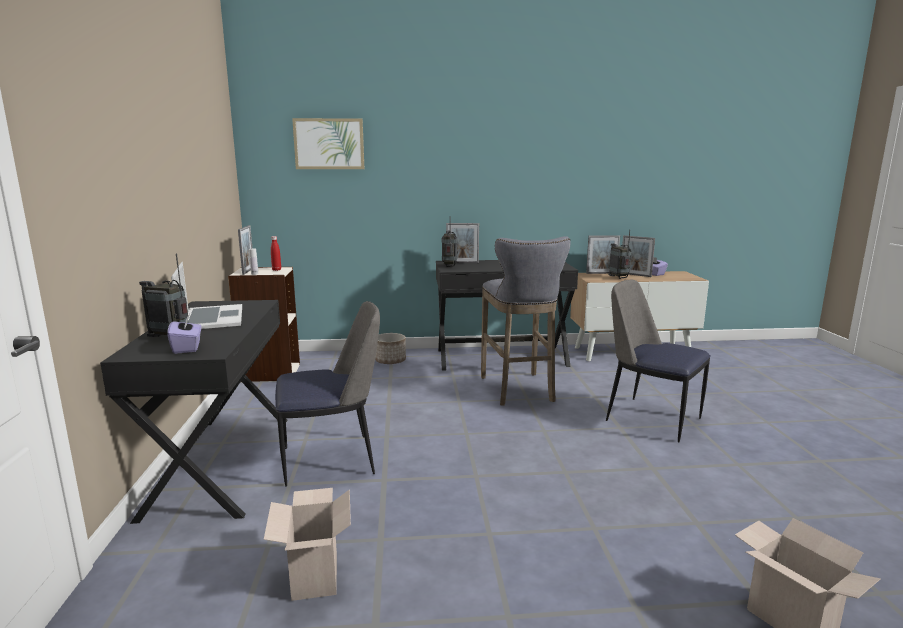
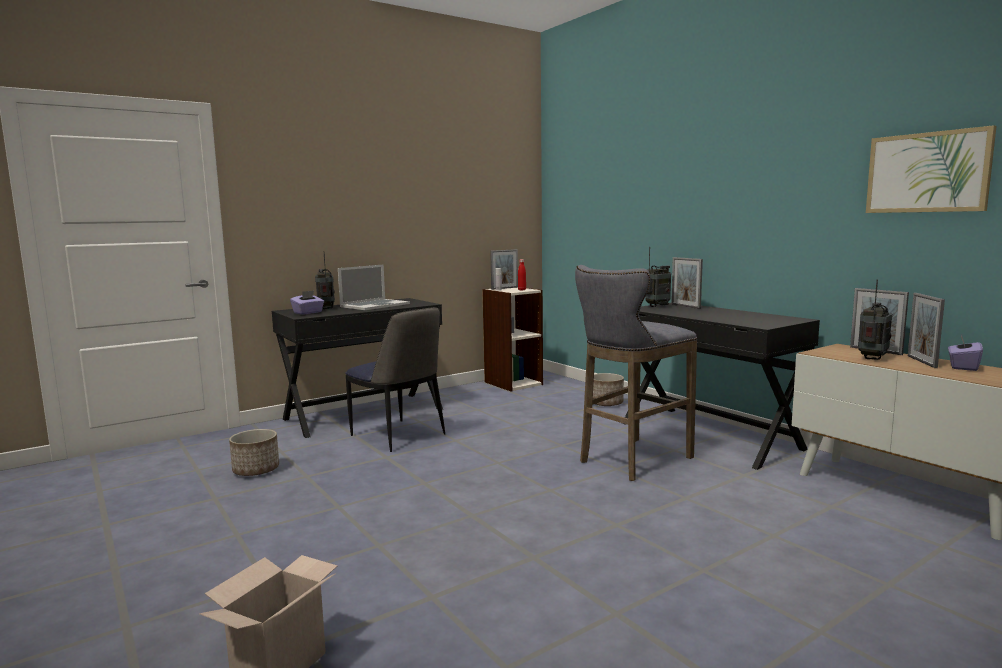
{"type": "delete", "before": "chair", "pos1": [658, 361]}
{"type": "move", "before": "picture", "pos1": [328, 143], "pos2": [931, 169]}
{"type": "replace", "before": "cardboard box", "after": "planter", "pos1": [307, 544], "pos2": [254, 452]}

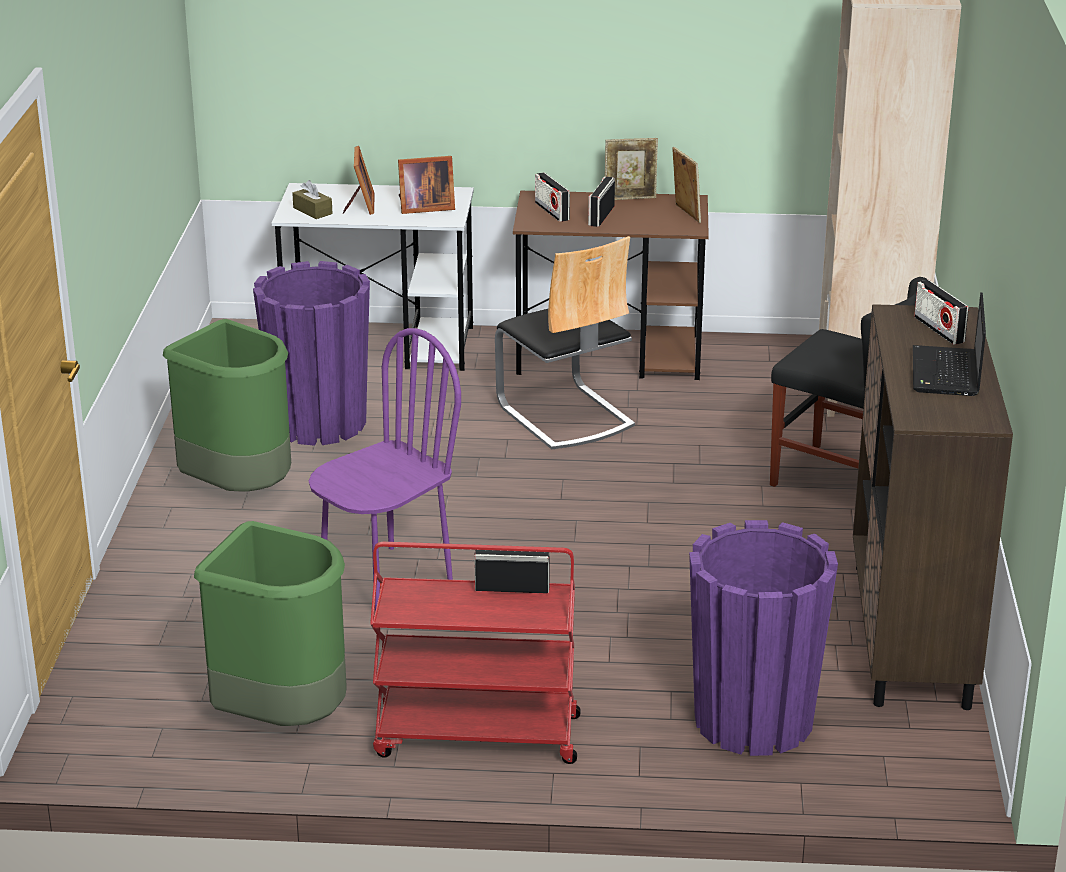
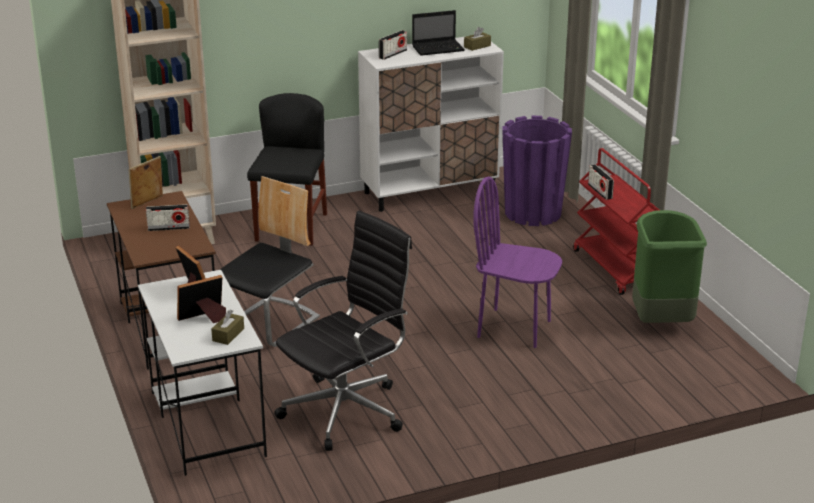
{"type": "delete", "before": "green trash can", "pos1": [227, 405]}
{"type": "delete", "before": "radio", "pos1": [552, 197]}
{"type": "delete", "before": "picture frame", "pos1": [631, 169]}
{"type": "insert", "after": "brown tissue box", "pos2": [477, 39]}
{"type": "replace", "before": "purple planter", "after": "black office chair", "pos1": [311, 353], "pos2": [343, 331]}
{"type": "recolor", "before": "brown cabinet", "after": "white cabinet", "pos1": [933, 507], "pos2": [431, 124]}

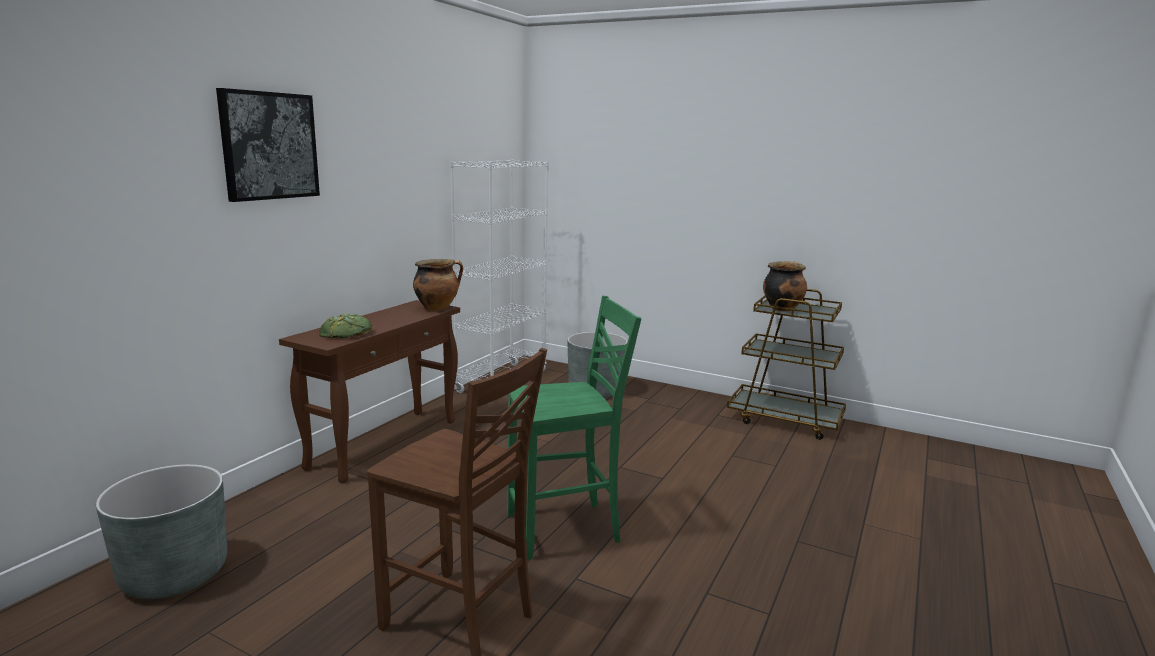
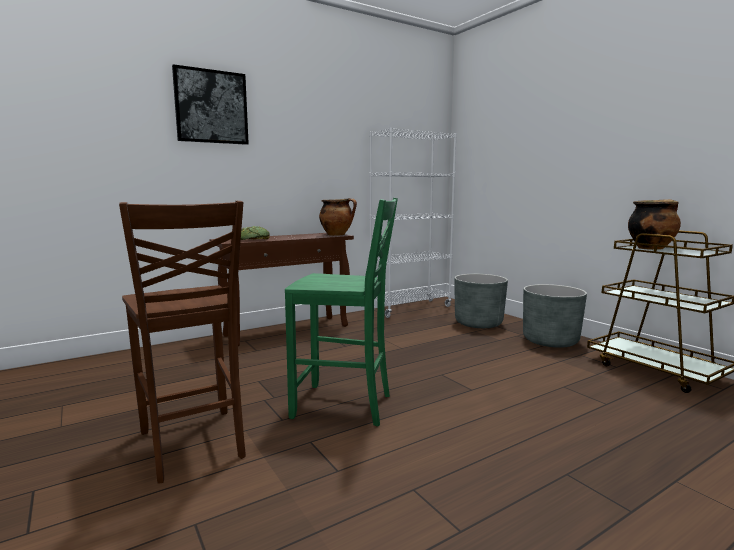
{"type": "move", "before": "grey planter", "pos1": [161, 531], "pos2": [555, 316]}

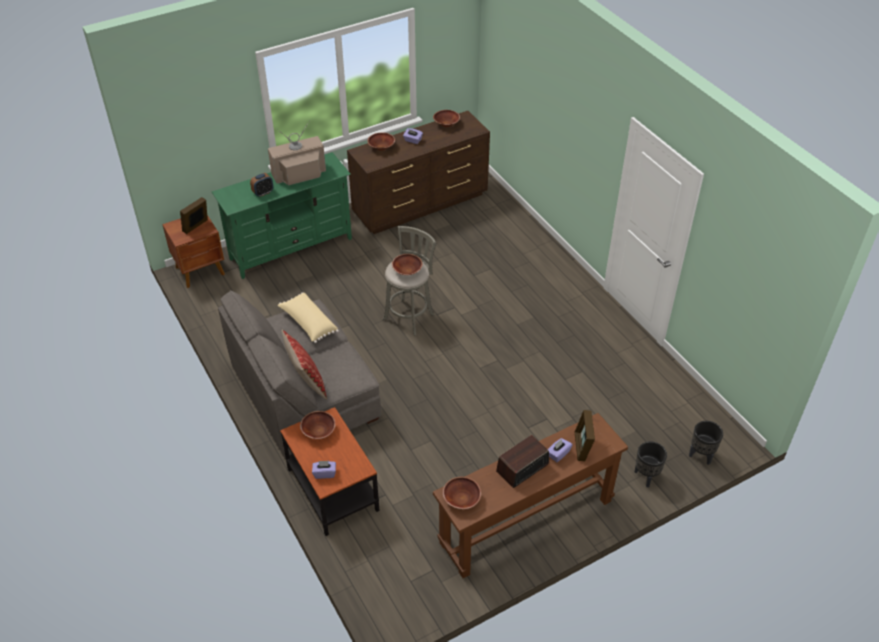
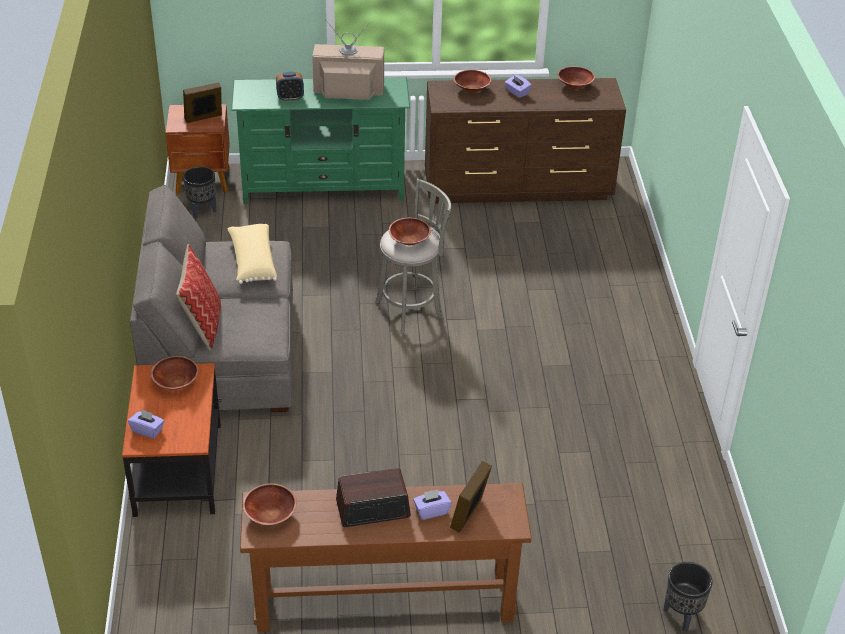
{"type": "move", "before": "black planter", "pos1": [650, 464], "pos2": [199, 192]}

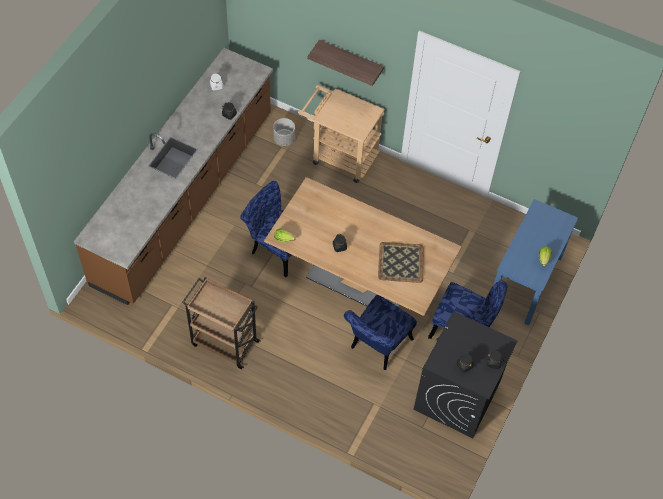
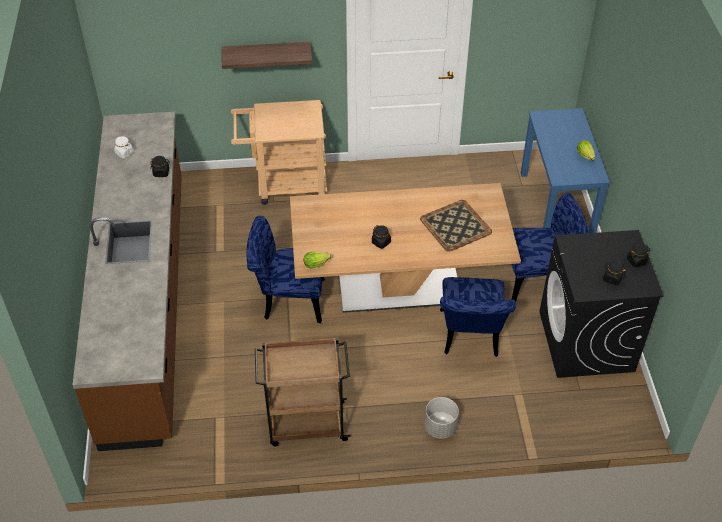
{"type": "move", "before": "grey planter", "pos1": [284, 132], "pos2": [442, 418]}

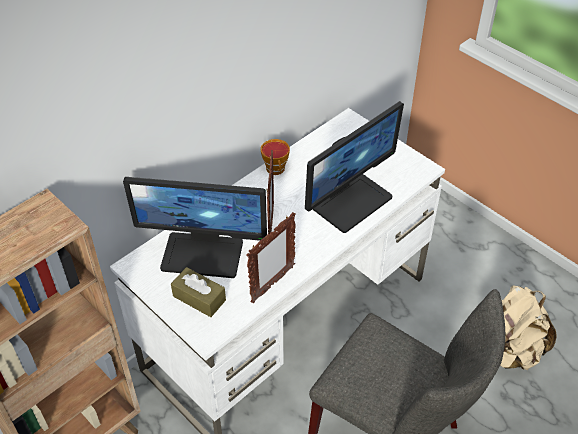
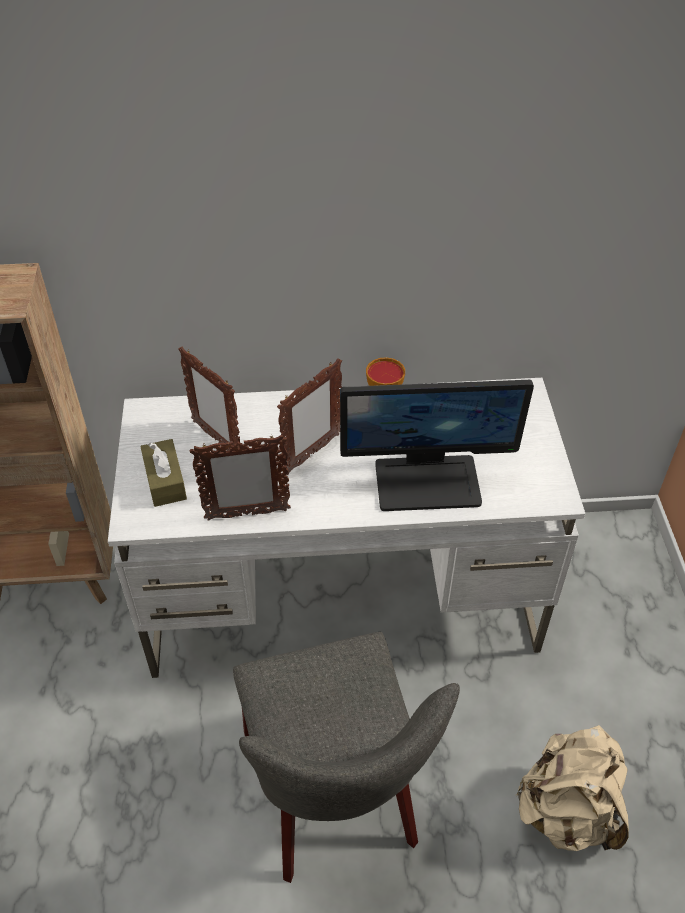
{"type": "replace", "before": "monitor", "after": "picture frame", "pos1": [195, 227], "pos2": [209, 399]}

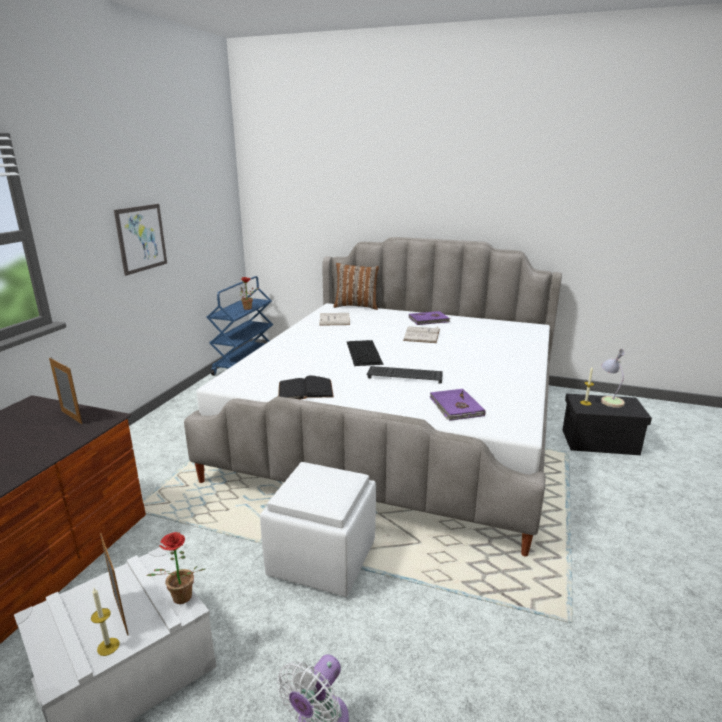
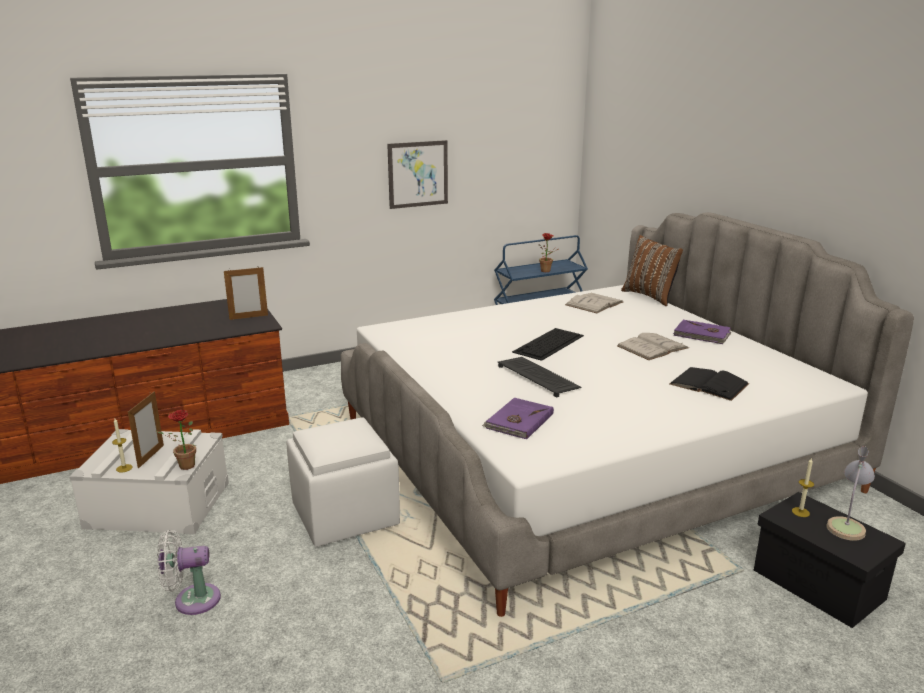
{"type": "move", "before": "black book", "pos1": [306, 387], "pos2": [709, 384]}
{"type": "rotate", "before": "picture frame", "pos1": [65, 390], "pos2": [246, 293], "turn": 75}

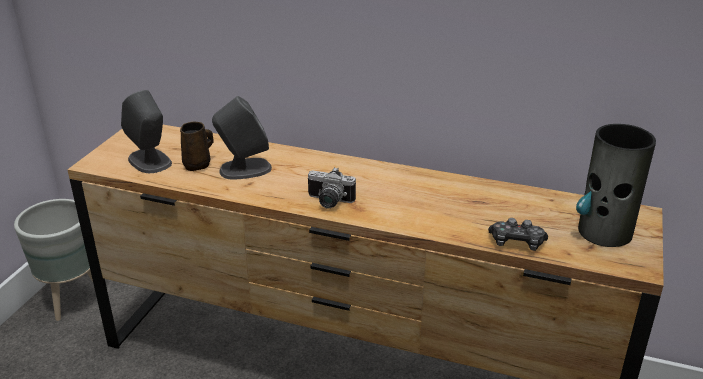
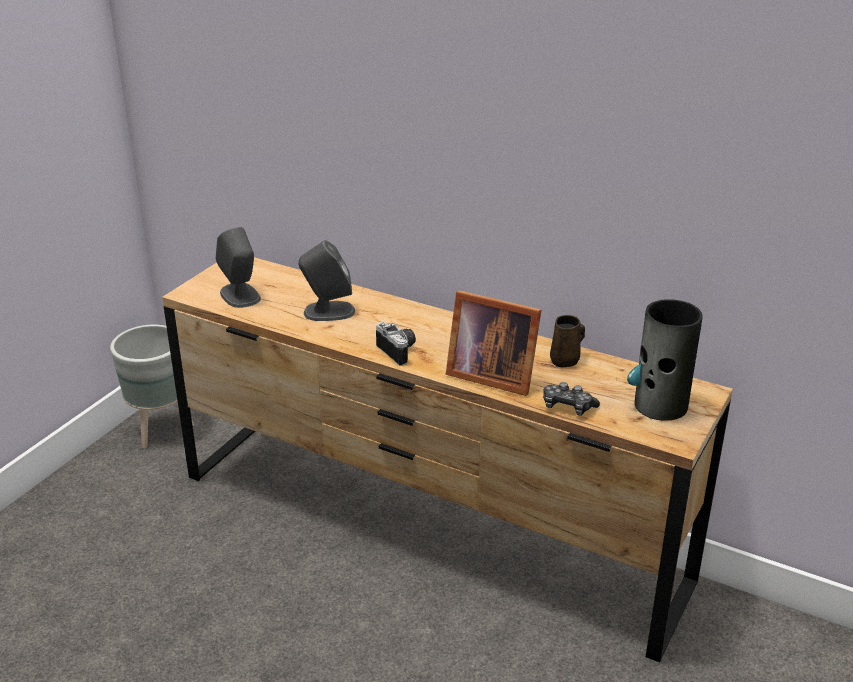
{"type": "insert", "after": "picture frame", "pos2": [493, 343]}
{"type": "move", "before": "brown mug", "pos1": [197, 146], "pos2": [567, 341]}
{"type": "rotate", "before": "photo camera", "pos1": [332, 188], "pos2": [396, 344], "turn": -150}

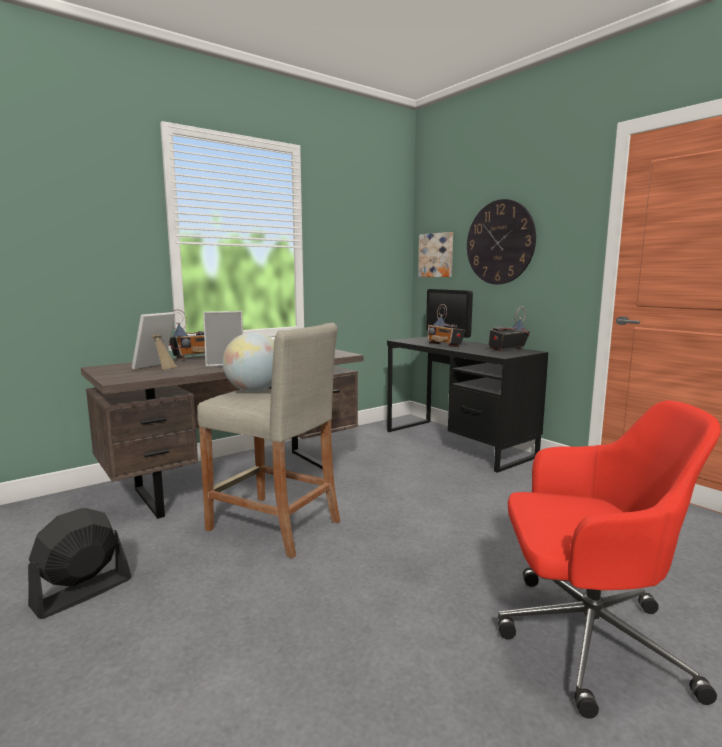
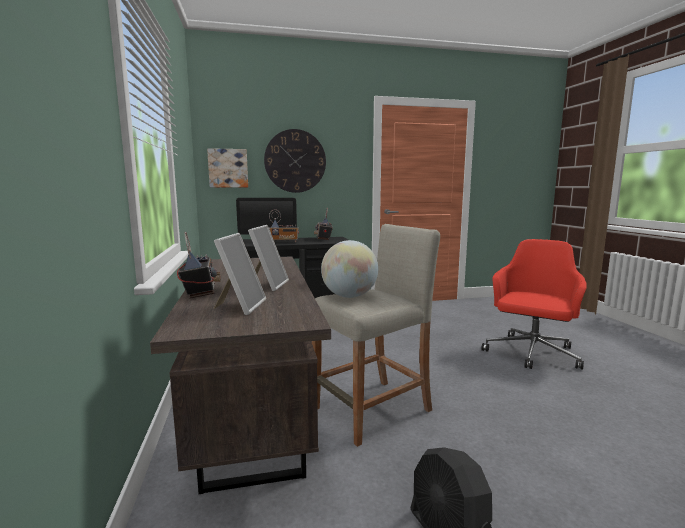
{"type": "rotate", "before": "picture frame", "pos1": [154, 341], "pos2": [239, 274], "turn": -135}

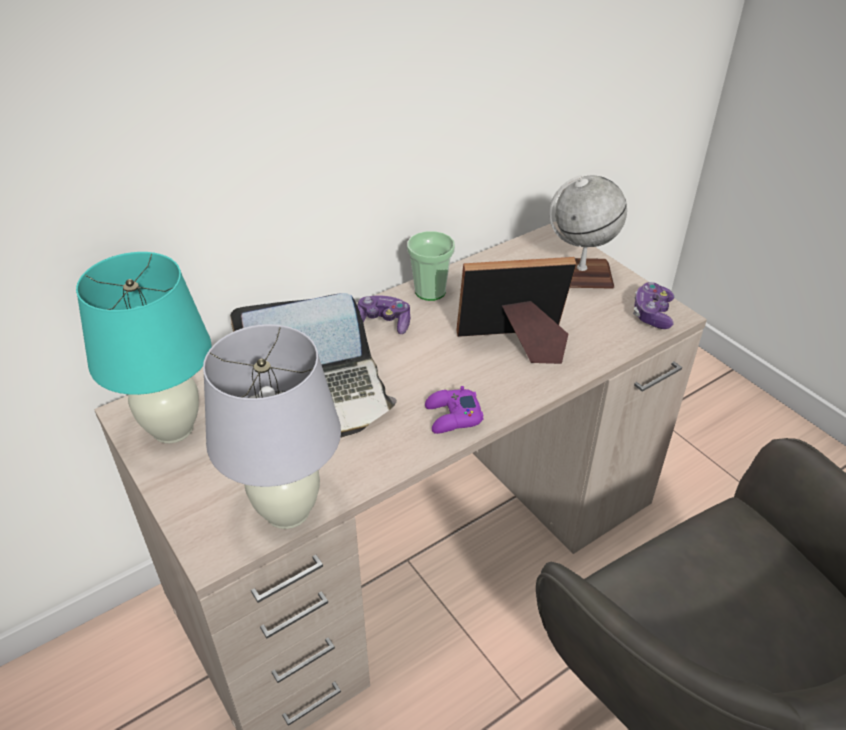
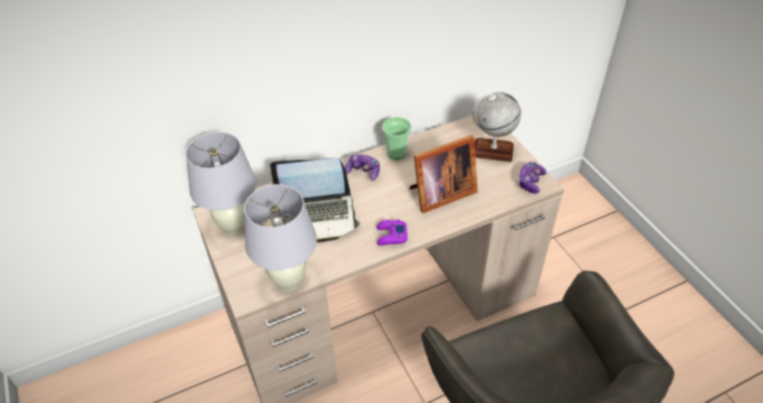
{"type": "recolor", "before": "turquoise table lamp", "after": "white table lamp", "pos1": [144, 348], "pos2": [221, 183]}
{"type": "rotate", "before": "picture frame", "pos1": [516, 310], "pos2": [443, 174], "turn": 150}

